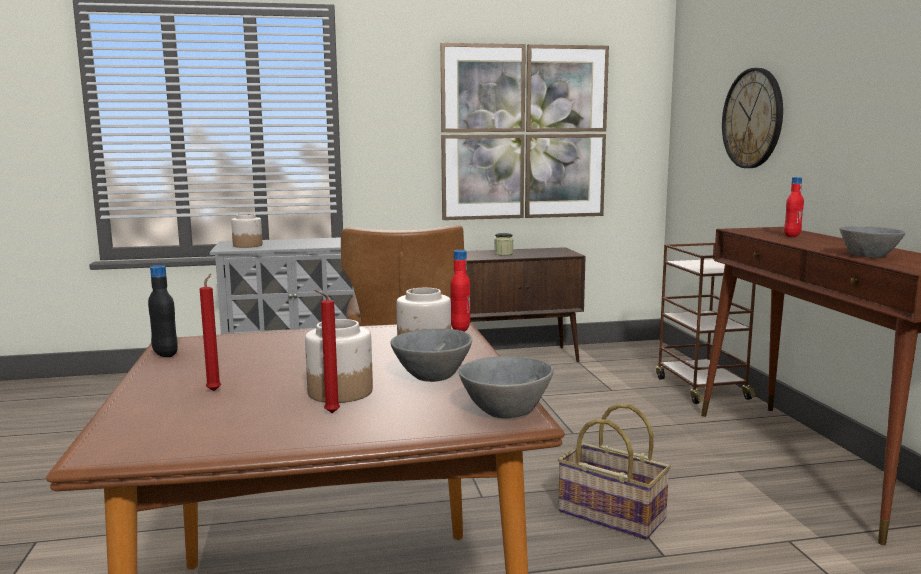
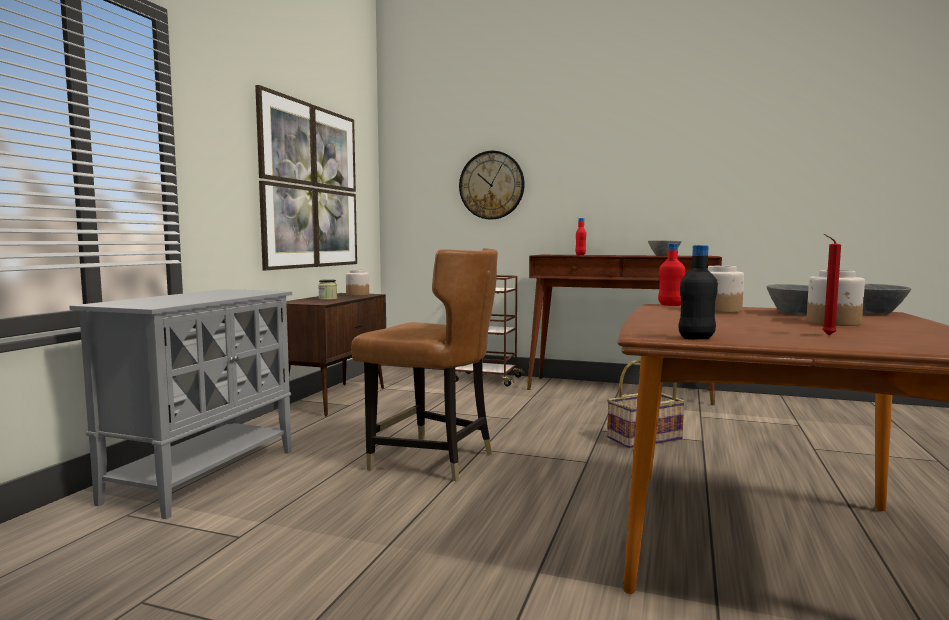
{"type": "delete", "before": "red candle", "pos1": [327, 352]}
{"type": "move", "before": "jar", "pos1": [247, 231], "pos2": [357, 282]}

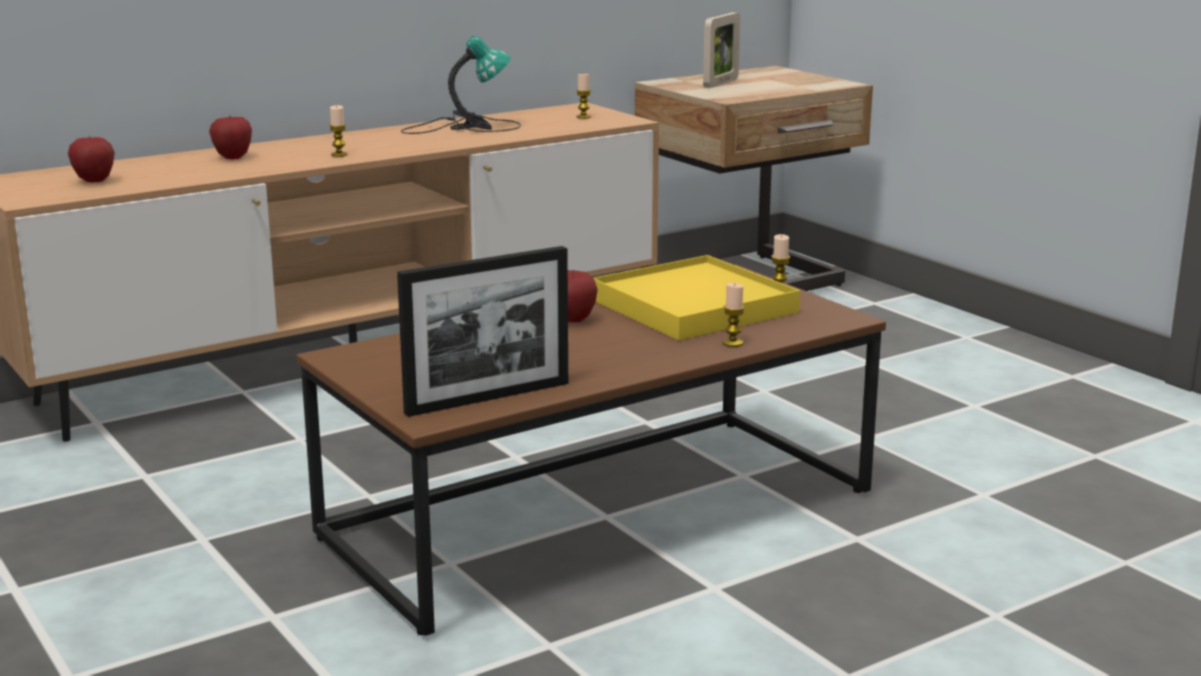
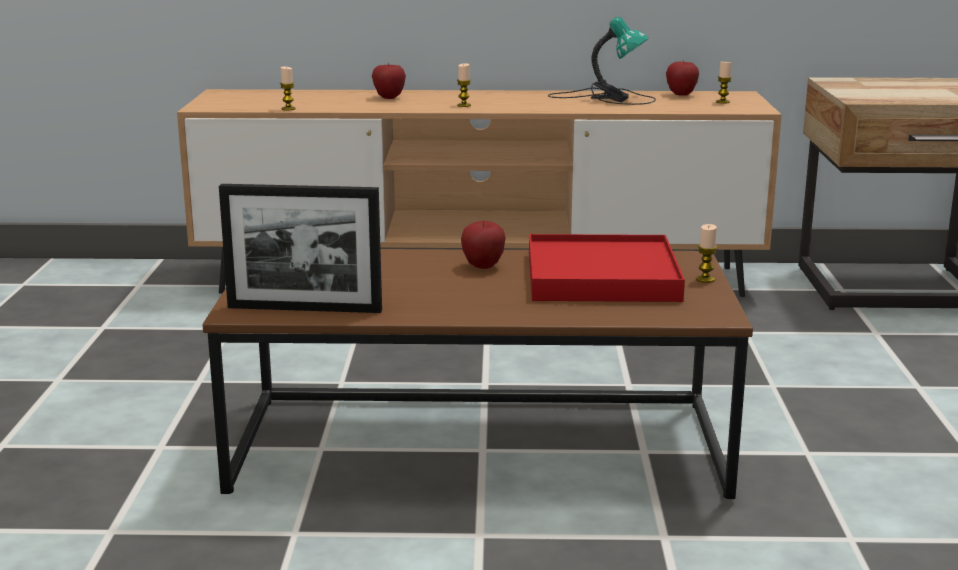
{"type": "delete", "before": "picture frame", "pos1": [721, 50]}
{"type": "move", "before": "apple", "pos1": [91, 158], "pos2": [682, 78]}
{"type": "move", "before": "candle", "pos1": [734, 315], "pos2": [288, 88]}
{"type": "recolor", "before": "yellow tray", "after": "red tray", "pos1": [697, 297], "pos2": [607, 268]}

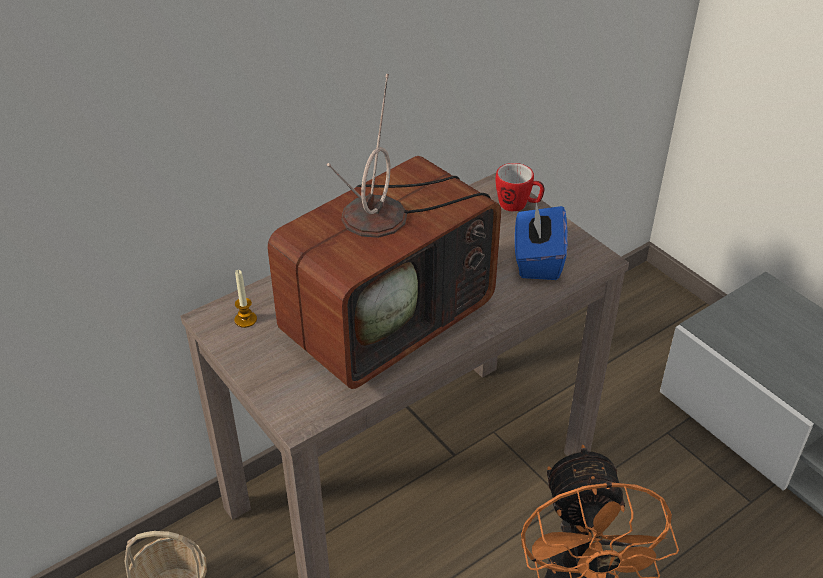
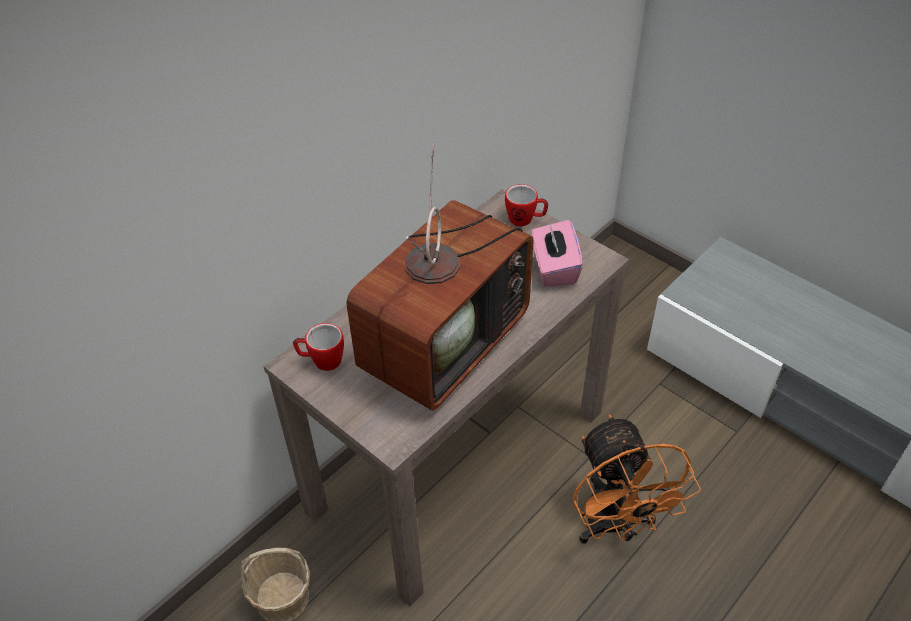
{"type": "replace", "before": "candle", "after": "mug", "pos1": [245, 299], "pos2": [318, 347]}
{"type": "recolor", "before": "blue tissue box", "after": "pink tissue box", "pos1": [541, 241], "pos2": [557, 253]}

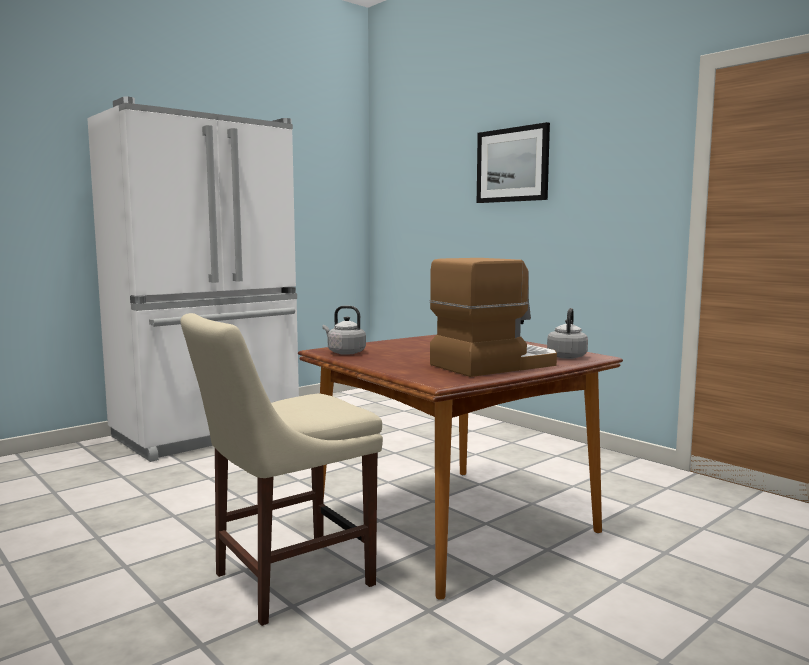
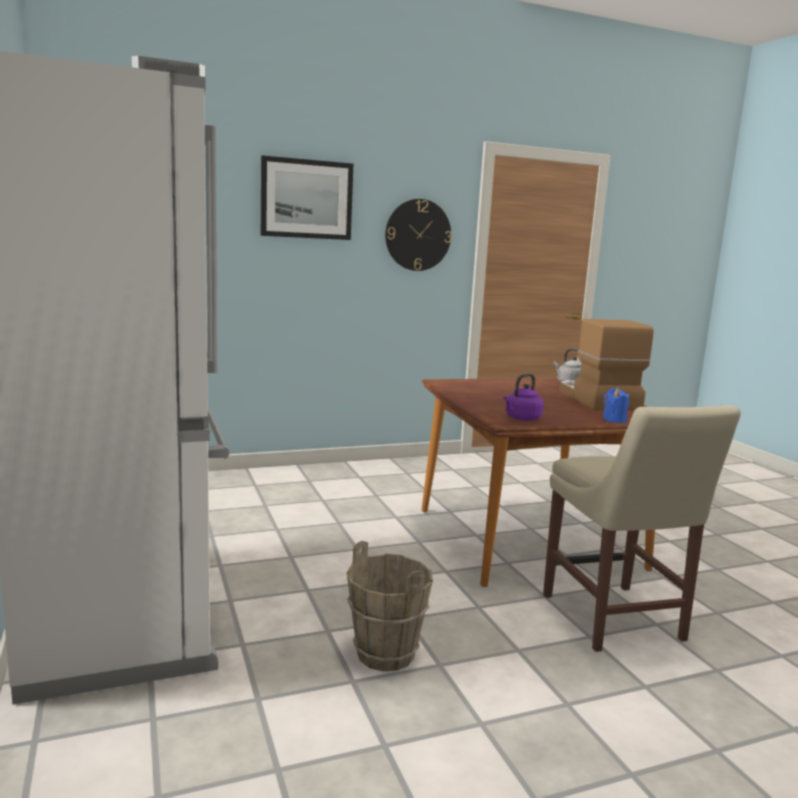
{"type": "insert", "after": "brown bucket", "pos2": [390, 606]}
{"type": "insert", "after": "wall clock", "pos2": [418, 235]}
{"type": "insert", "after": "blue candle", "pos2": [616, 405]}
{"type": "recolor", "before": "grey kettle", "after": "purple kettle", "pos1": [344, 330], "pos2": [523, 397]}

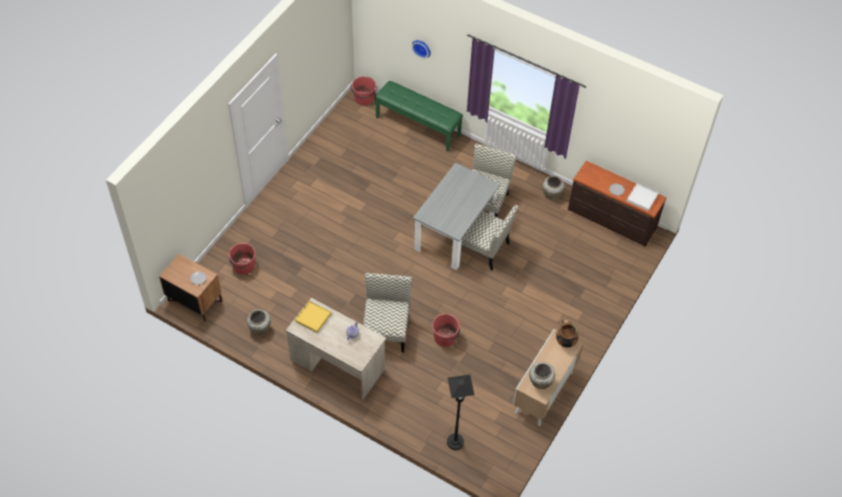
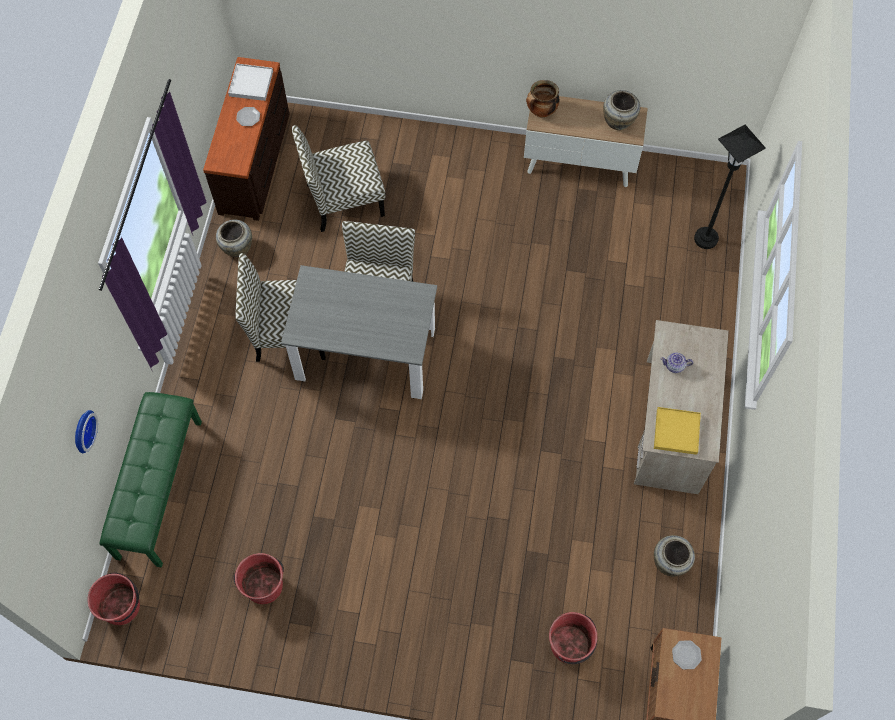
{"type": "move", "before": "chair", "pos1": [387, 312], "pos2": [338, 178]}
{"type": "move", "before": "red bucket", "pos1": [446, 330], "pos2": [258, 578]}

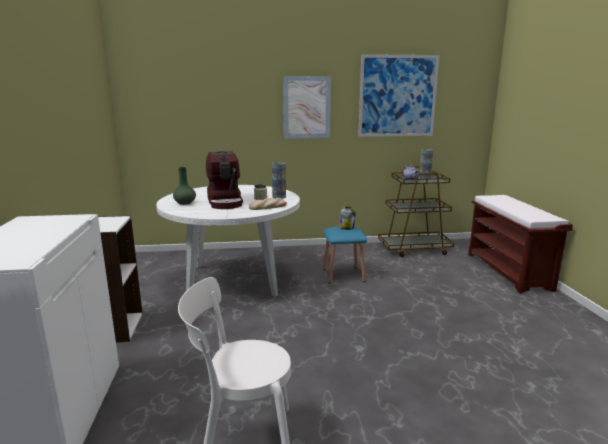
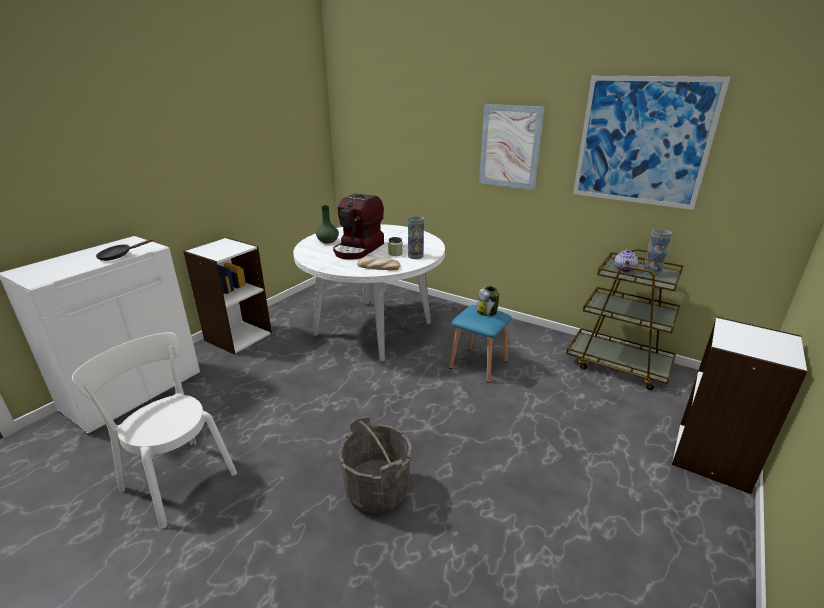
{"type": "insert", "after": "black frying pan", "pos2": [124, 250]}
{"type": "insert", "after": "grey bucket", "pos2": [375, 466]}
{"type": "replace", "before": "brown bench", "after": "white bookcase", "pos1": [520, 244], "pos2": [740, 405]}

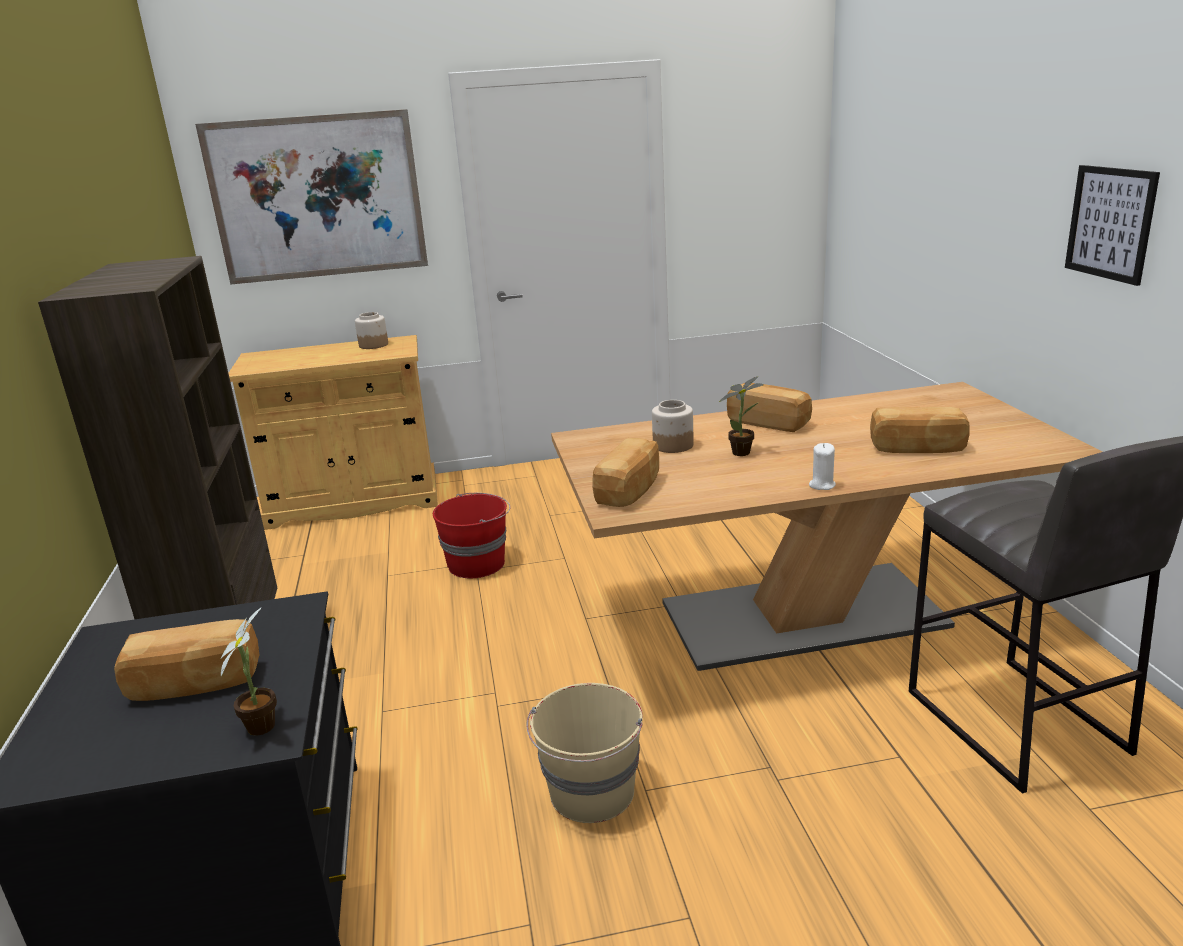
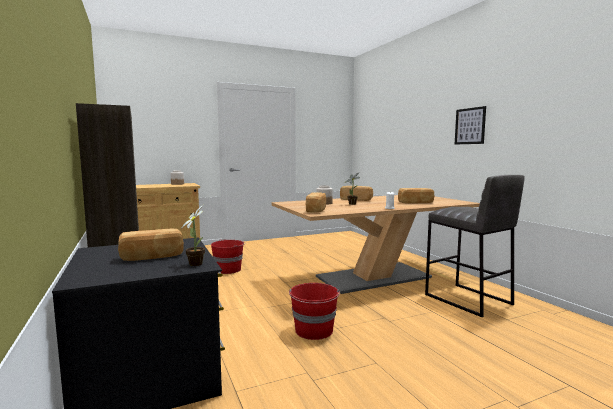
{"type": "delete", "before": "picture", "pos1": [311, 196]}
{"type": "recolor", "before": "beige bucket", "after": "red bucket", "pos1": [584, 753], "pos2": [314, 311]}

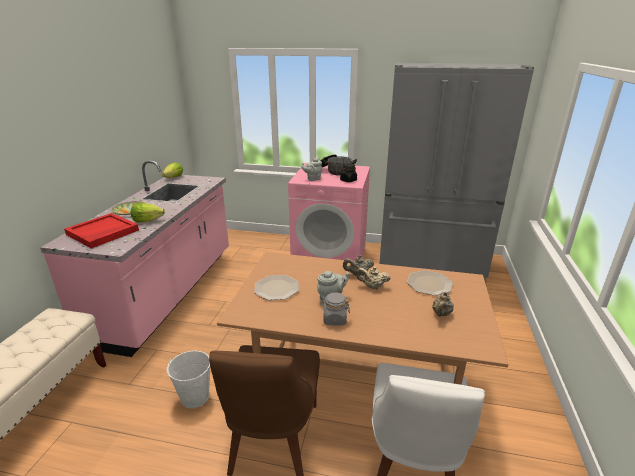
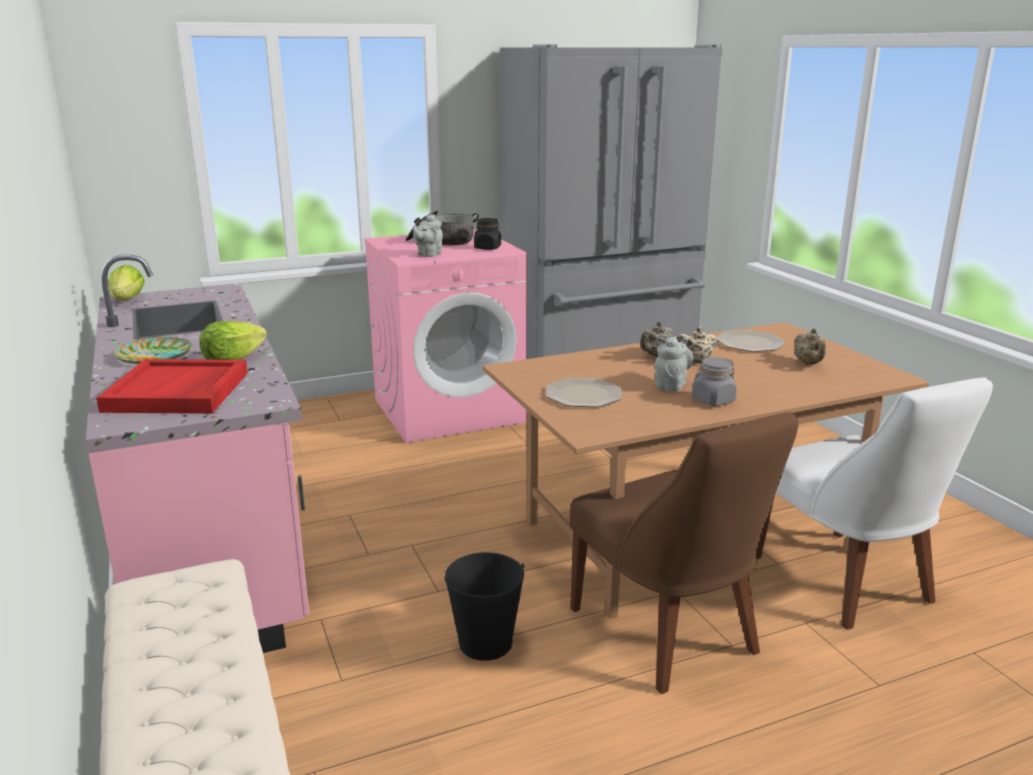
{"type": "recolor", "before": "white bucket", "after": "black bucket", "pos1": [188, 380], "pos2": [484, 606]}

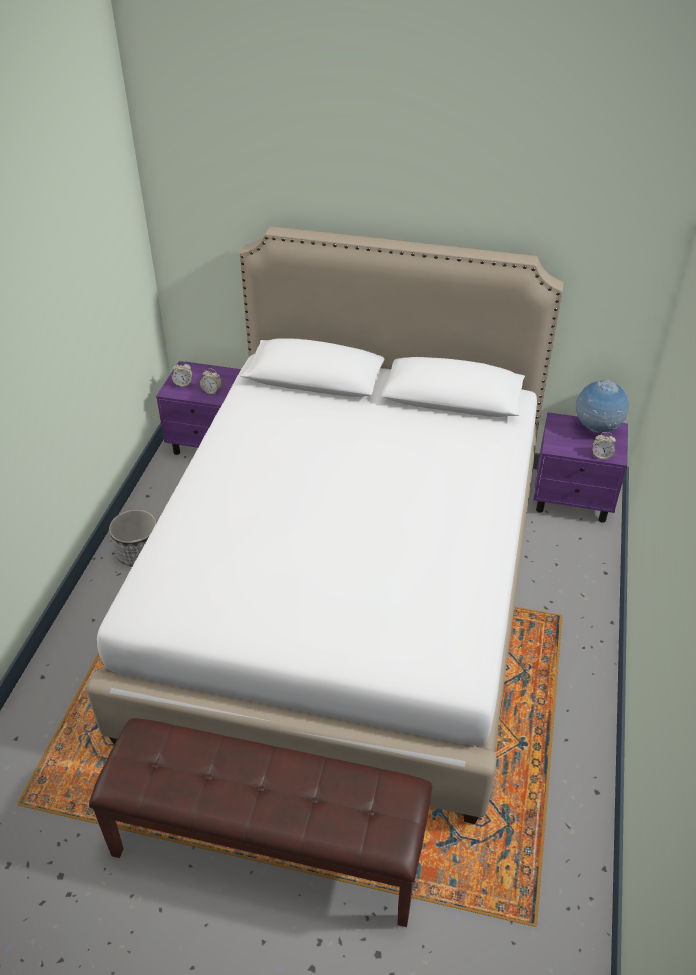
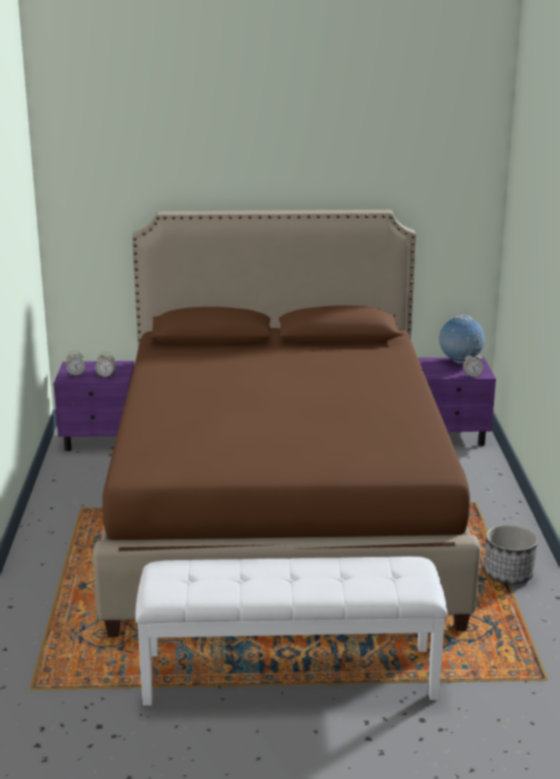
{"type": "move", "before": "planter", "pos1": [133, 538], "pos2": [511, 554]}
{"type": "recolor", "before": "white bed", "after": "brown bed", "pos1": [325, 525], "pos2": [287, 423]}
{"type": "recolor", "before": "brown bench", "after": "white bench", "pos1": [260, 822], "pos2": [292, 631]}

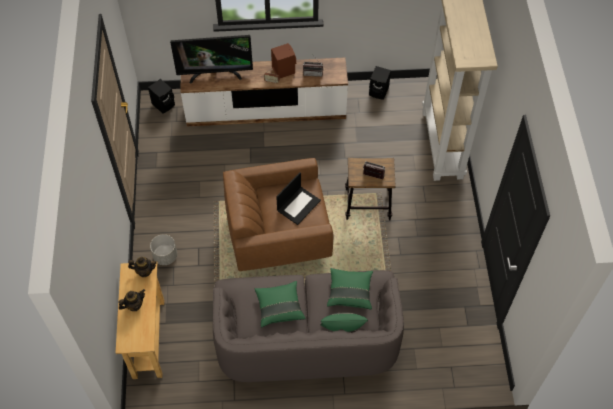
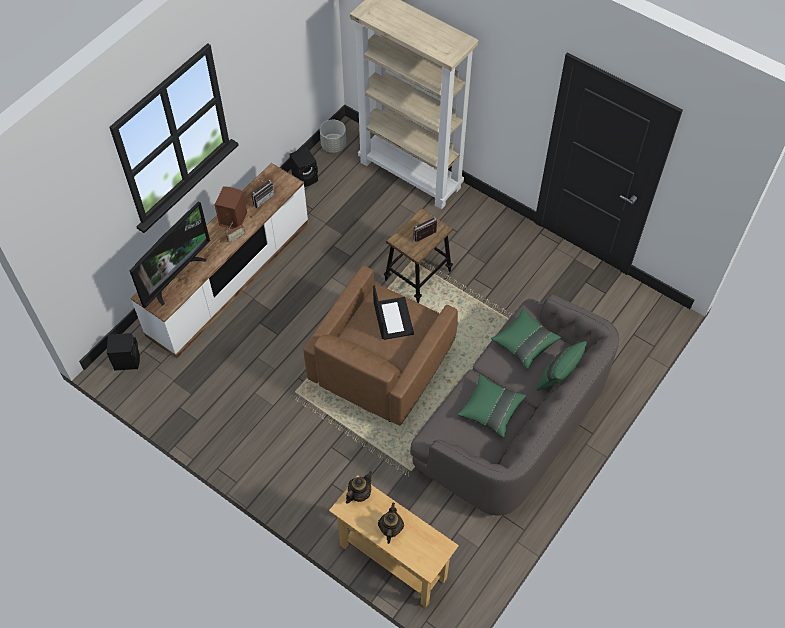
{"type": "move", "before": "grey planter", "pos1": [163, 249], "pos2": [333, 136]}

